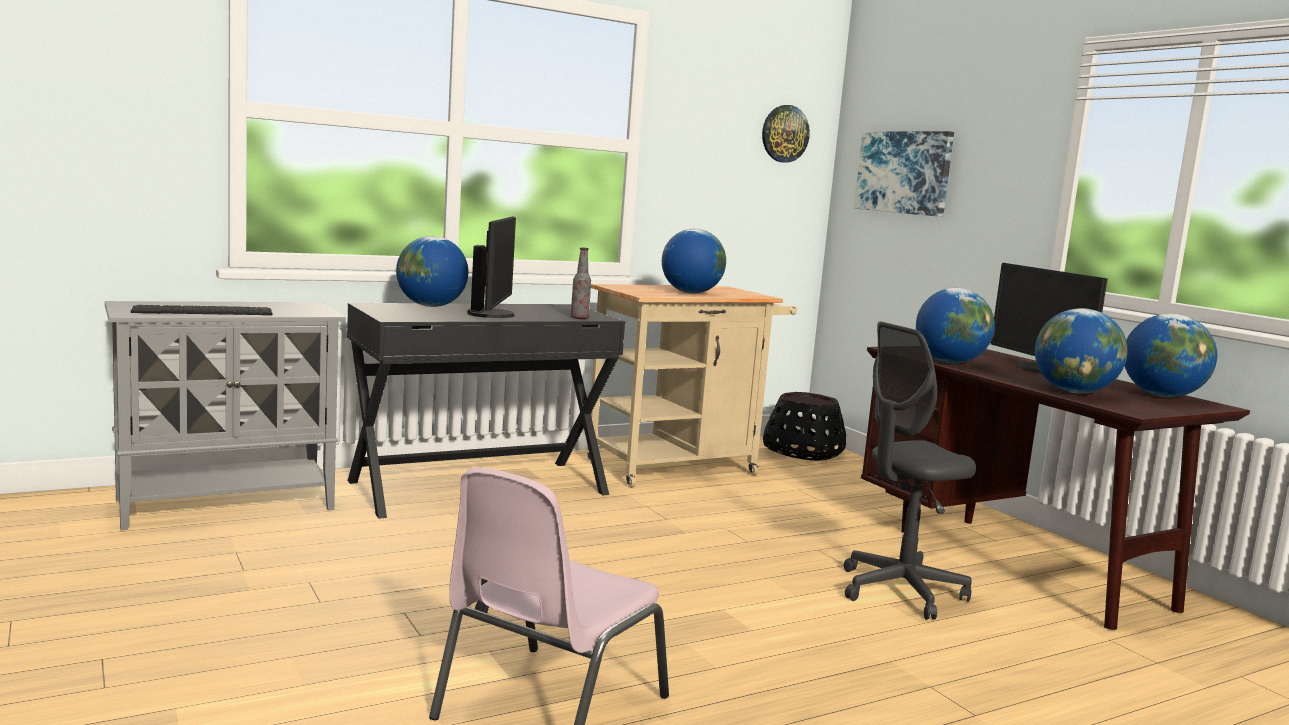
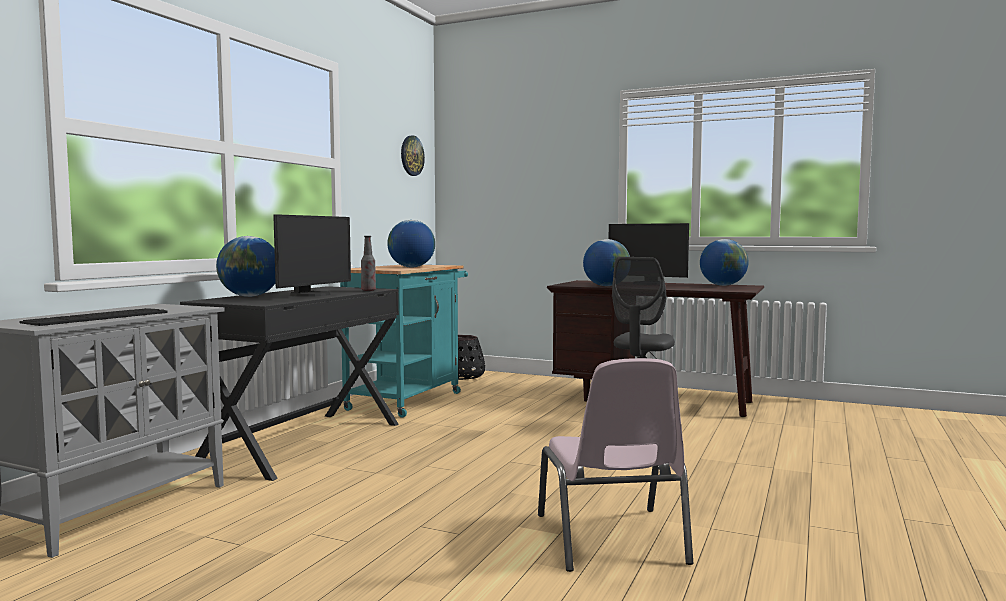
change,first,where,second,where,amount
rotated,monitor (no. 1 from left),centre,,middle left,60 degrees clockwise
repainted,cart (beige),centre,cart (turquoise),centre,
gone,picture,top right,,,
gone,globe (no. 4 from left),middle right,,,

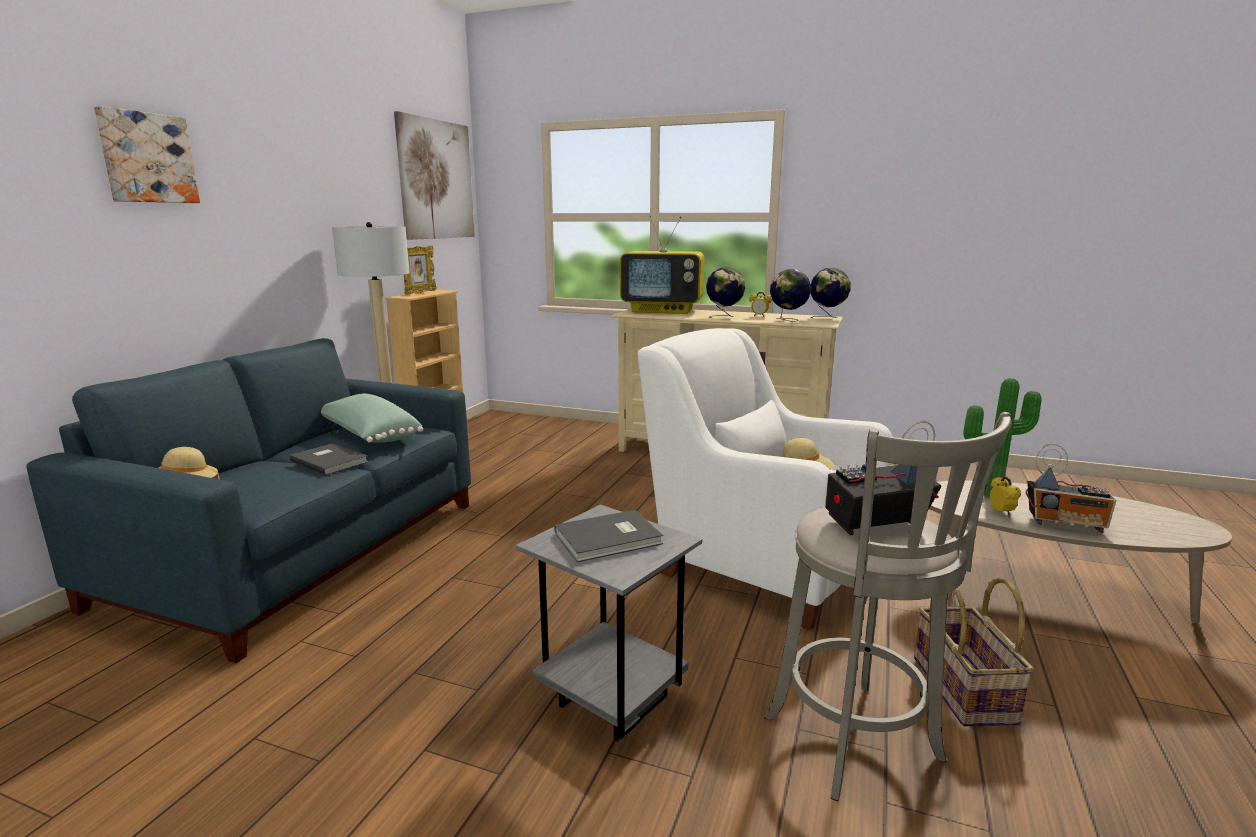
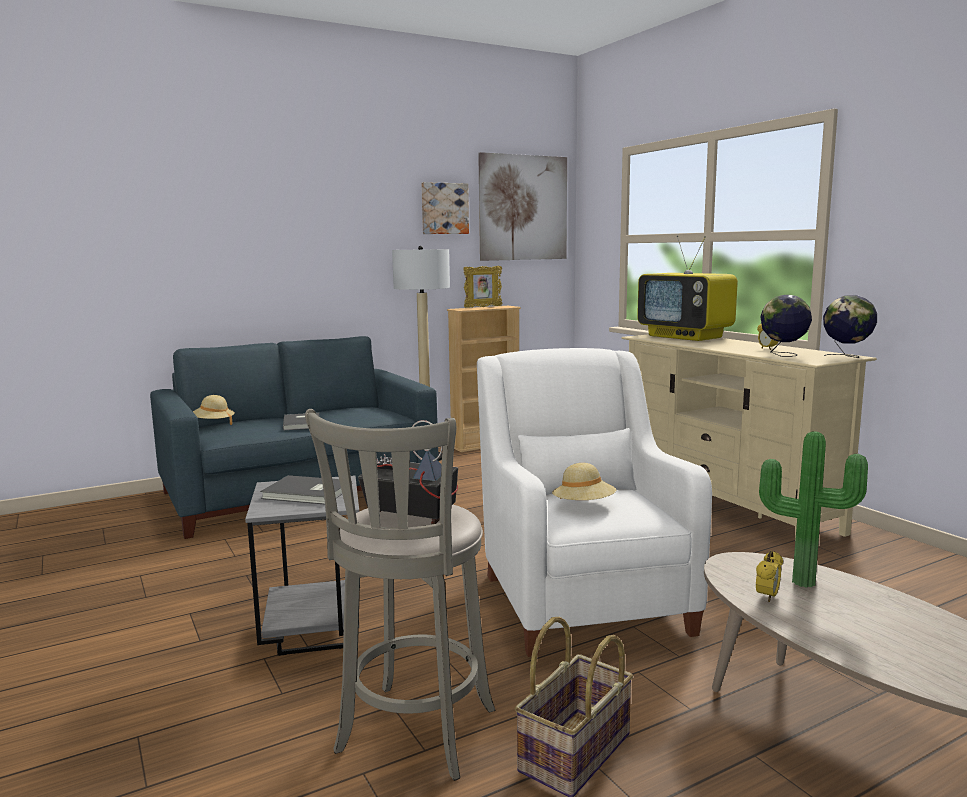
change,first,where,second,where,amount
shifted,picture (no. 1 from left),top left,,top centre,
gone,pillow (green),middle left,,,
gone,globe (no. 1 from left),centre,,,
gone,radio (no. 2 from left),middle right,,,

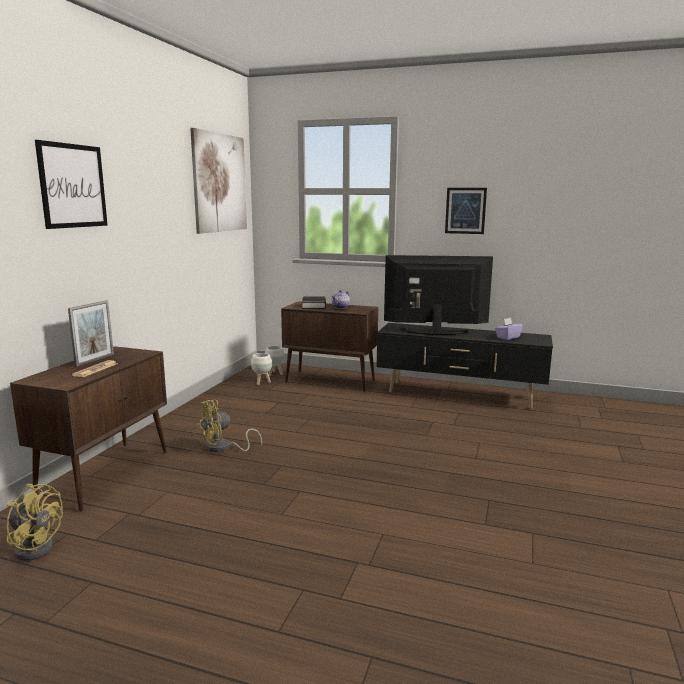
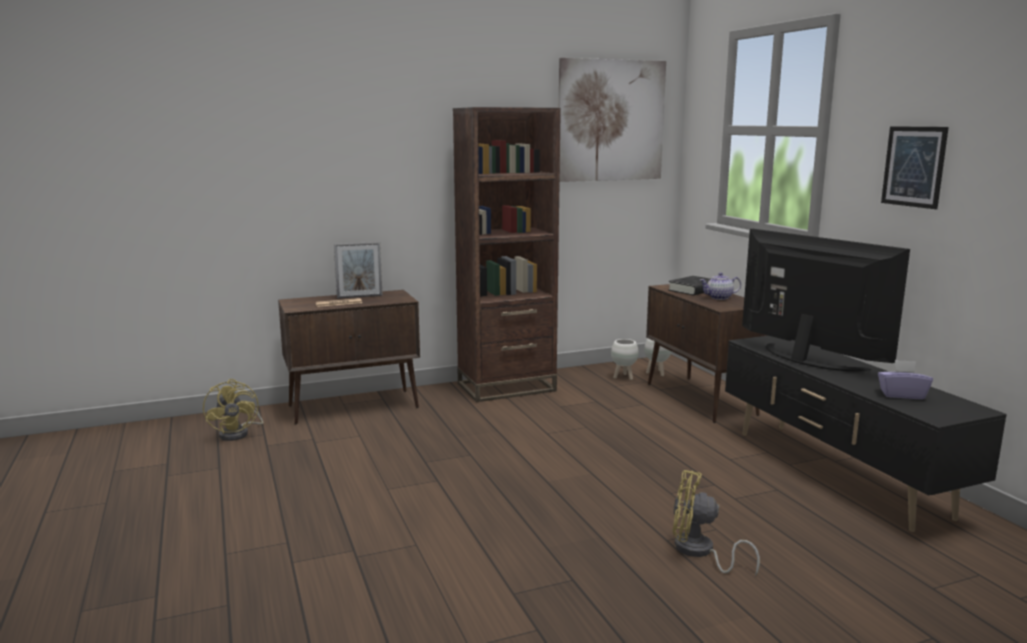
change,first,where,second,where,amount
gone,picture (no. 1 from left),top left,,,
shifted,fan (yellow) (no. 2 from left),centre,,bottom right,
new,,,bookcase (brown),centre,

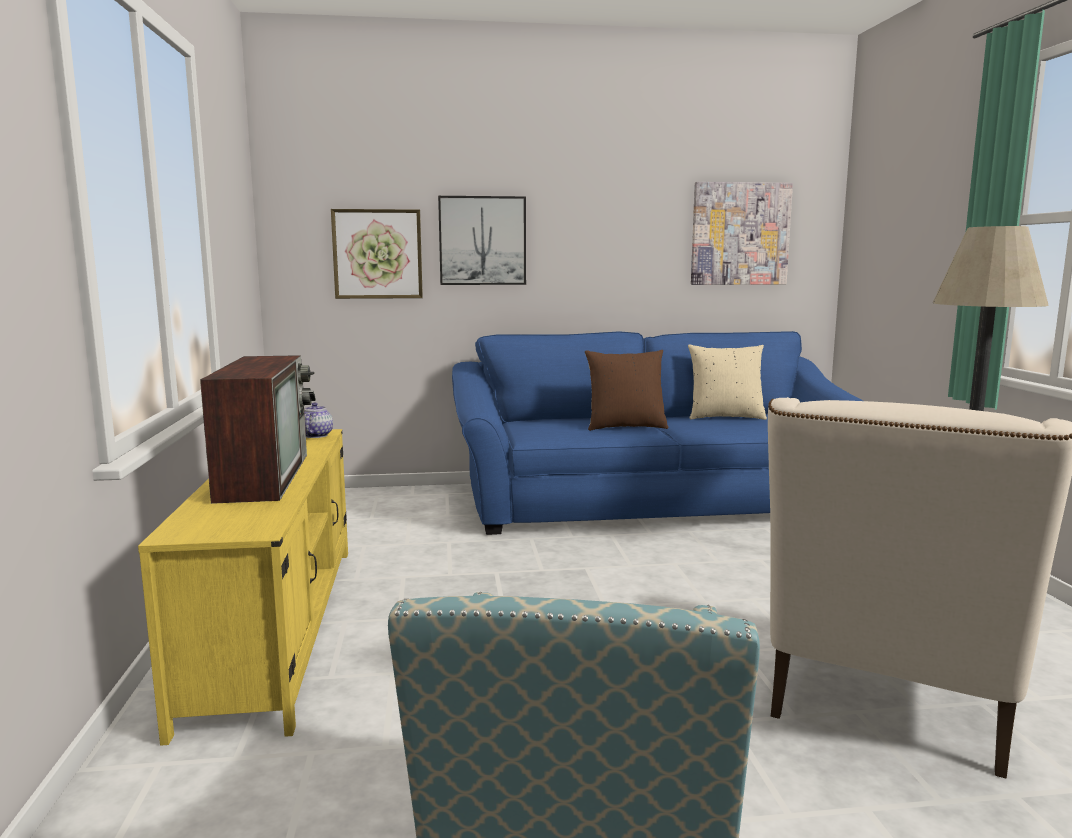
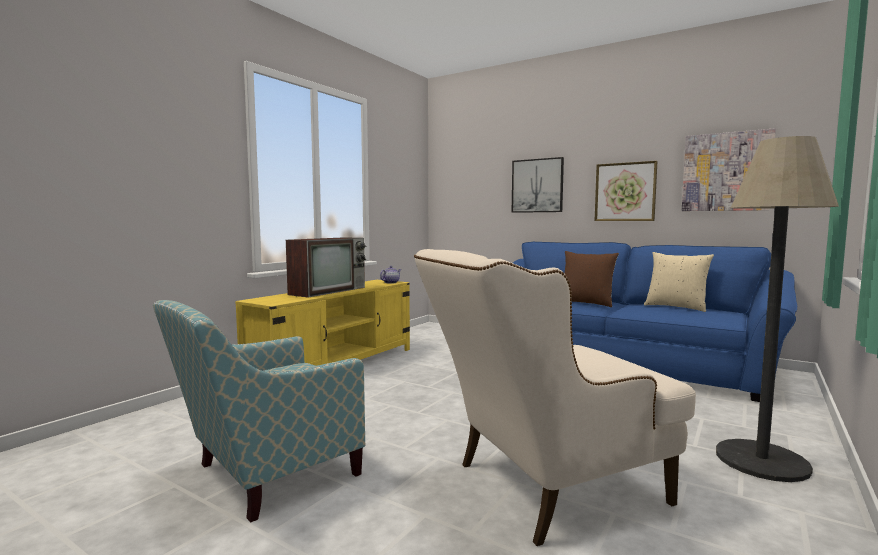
change,first,where,second,where,amount
shifted,picture (no. 1 from left in the first image),top centre,picture (no. 2 from left),middle right,

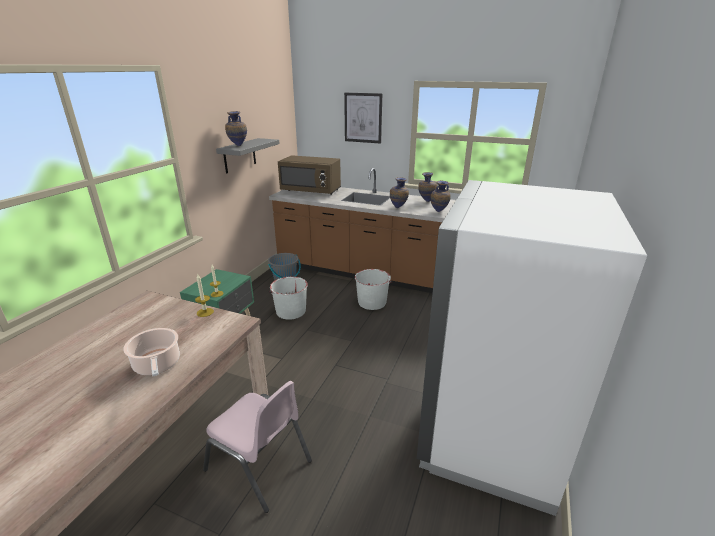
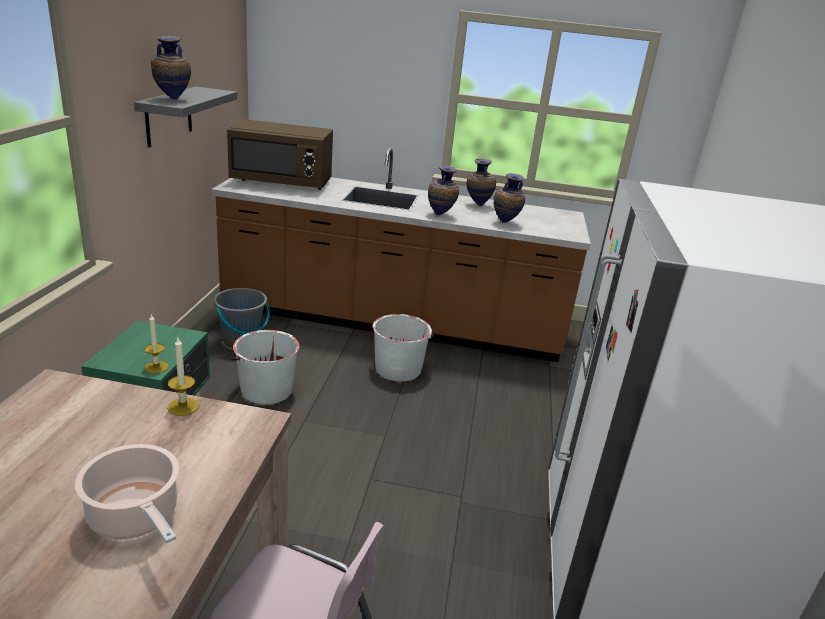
change,first,where,second,where,amount
gone,picture,top centre,,,

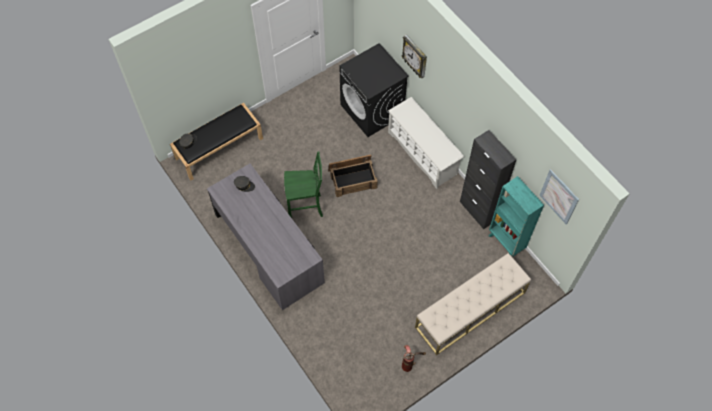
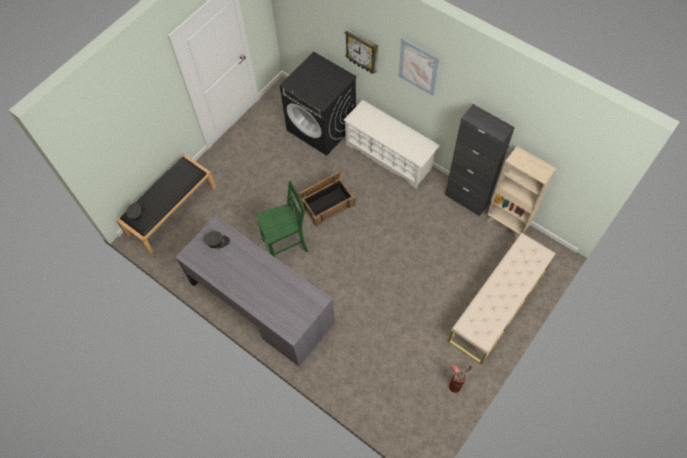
change,first,where,second,where,amount
repainted,bookcase (turquoise),middle right,bookcase (beige),middle right,
shifted,picture,middle right,,top centre,

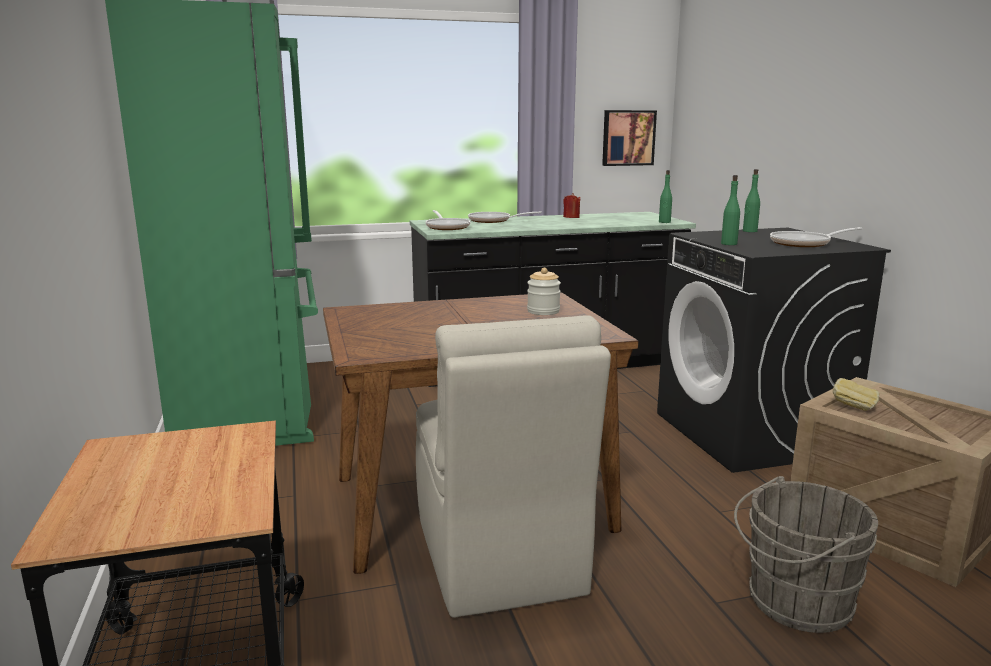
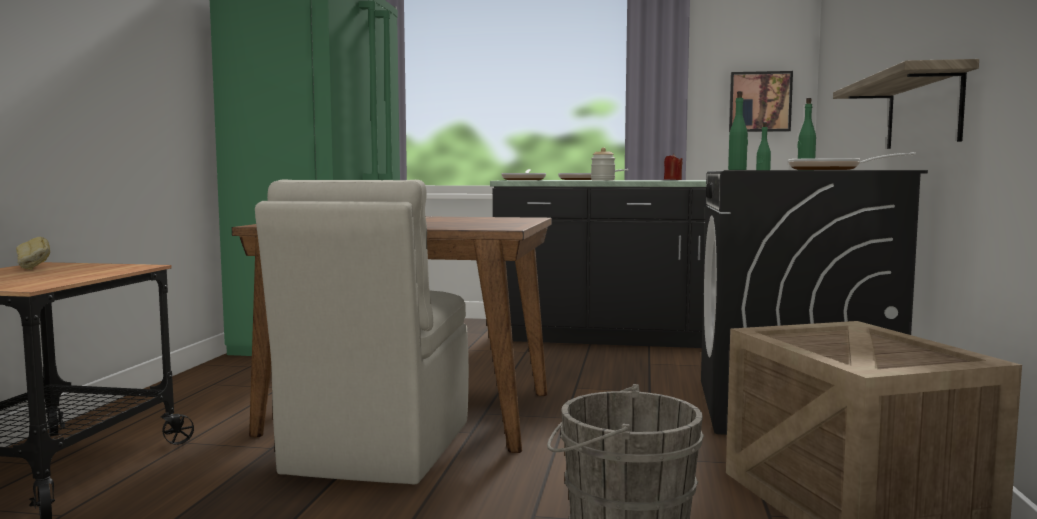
change,first,where,second,where,amount
shifted,jar,centre,,top centre,
shifted,bread,middle right,,middle left,
new,,,shelf,top right,

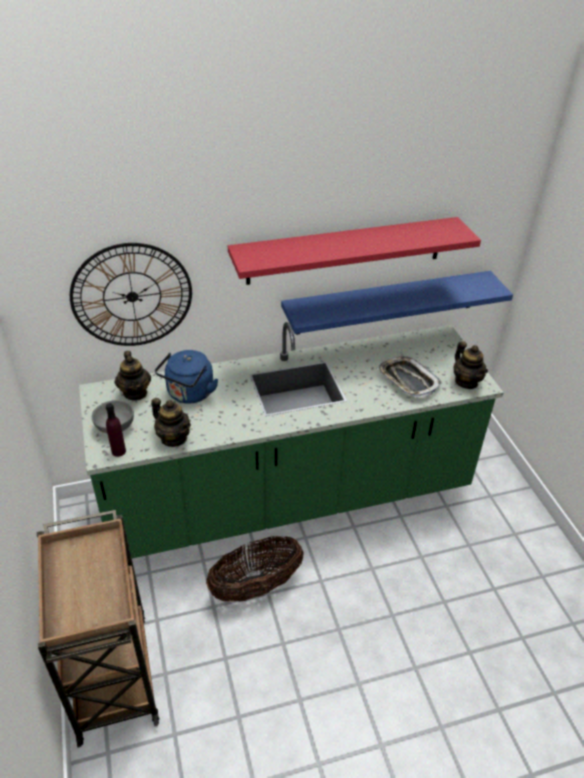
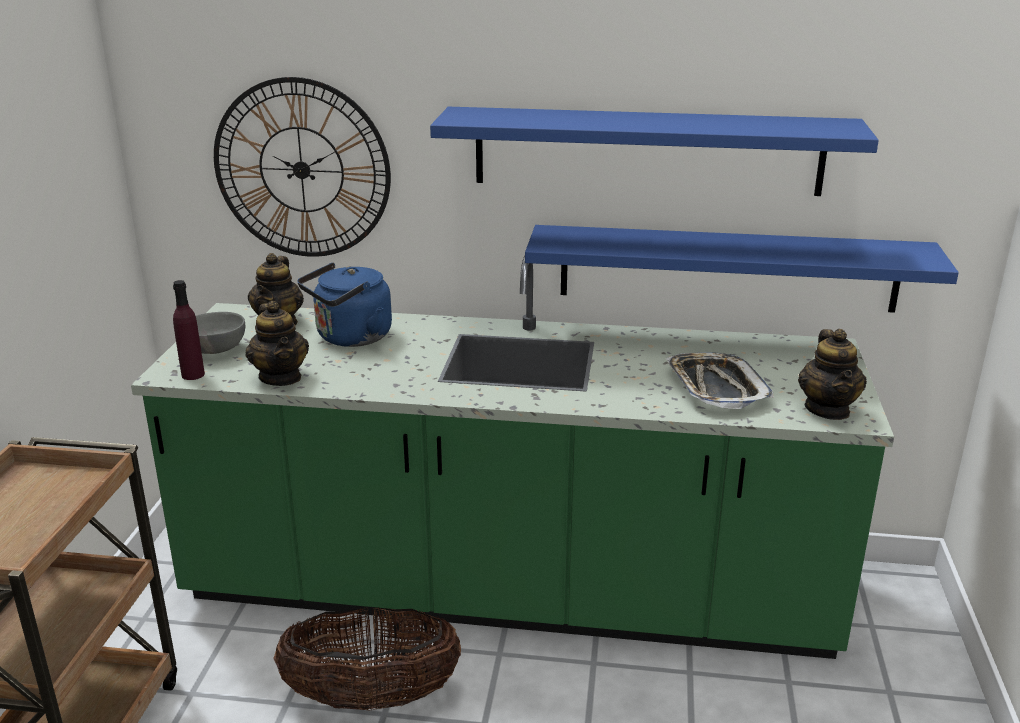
change,first,where,second,where,amount
repainted,shelf (red),top centre,shelf (blue) (no. 1 from left),top centre,

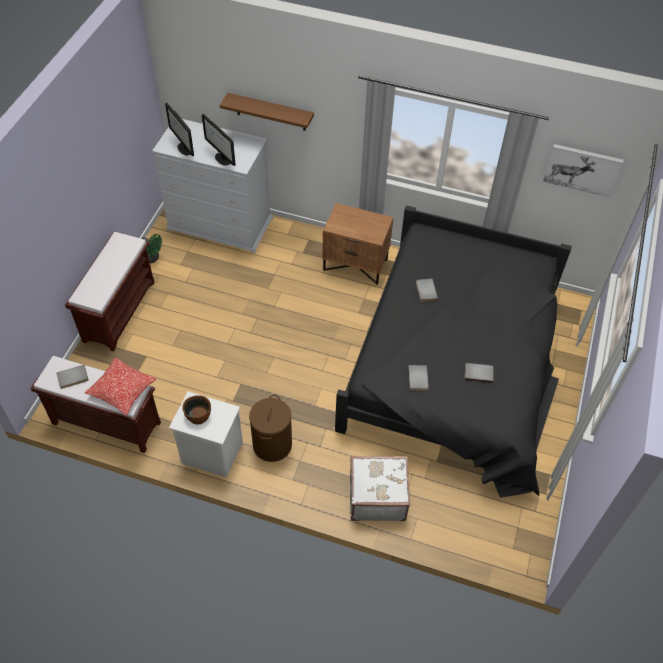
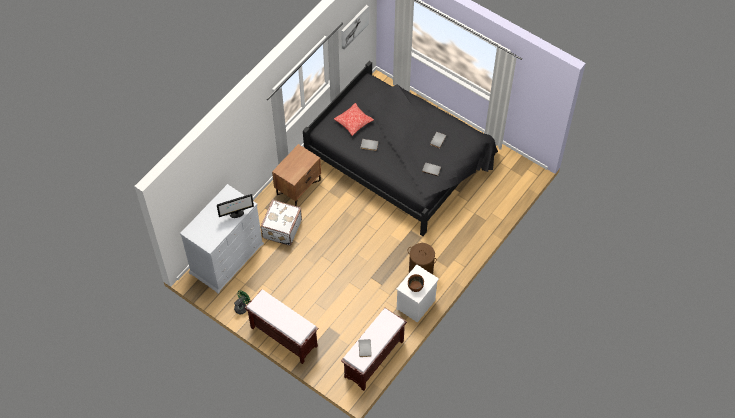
change,first,where,second,where,amount
shifted,pillow,middle left,,top centre,
gone,monitor (no. 1 from left),top left,,,
gone,shelf (brown),top centre,,,
shifted,suitcase (white),bottom centre,,centre,

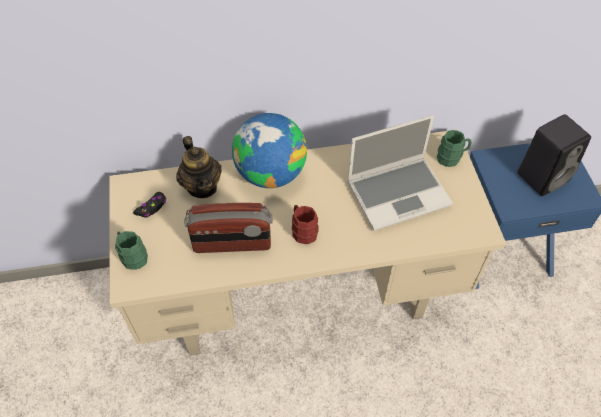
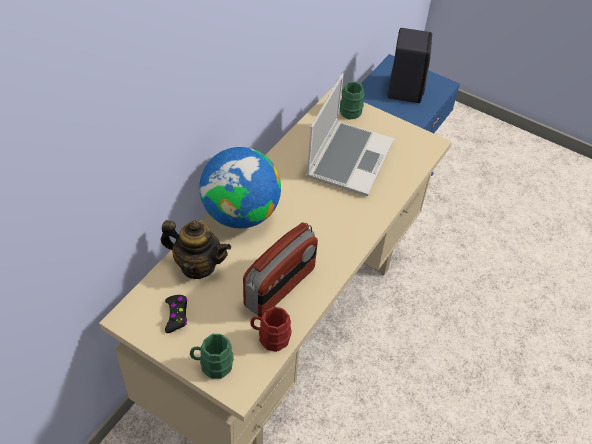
change,first,where,second,where,amount
shifted,mug (red),centre,,bottom centre,

